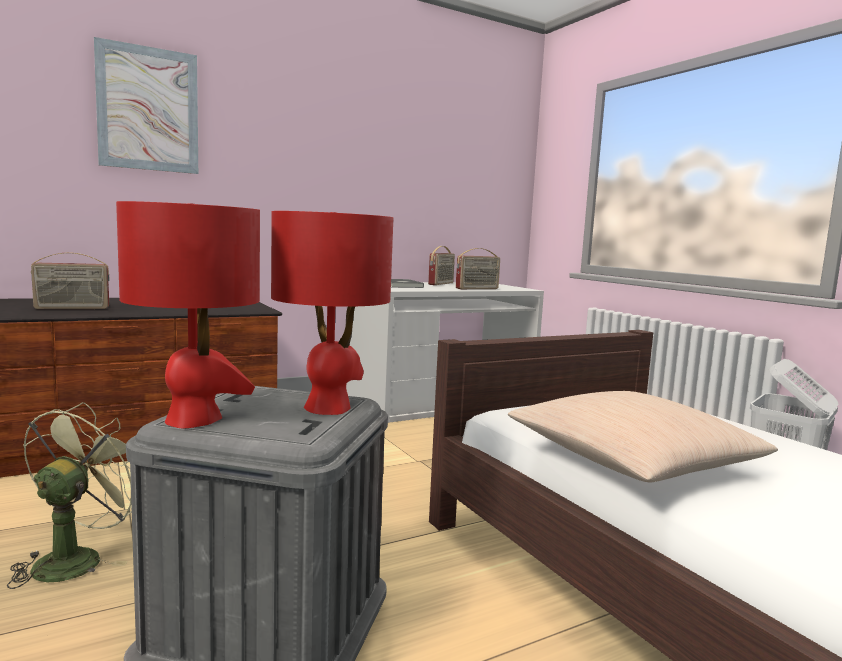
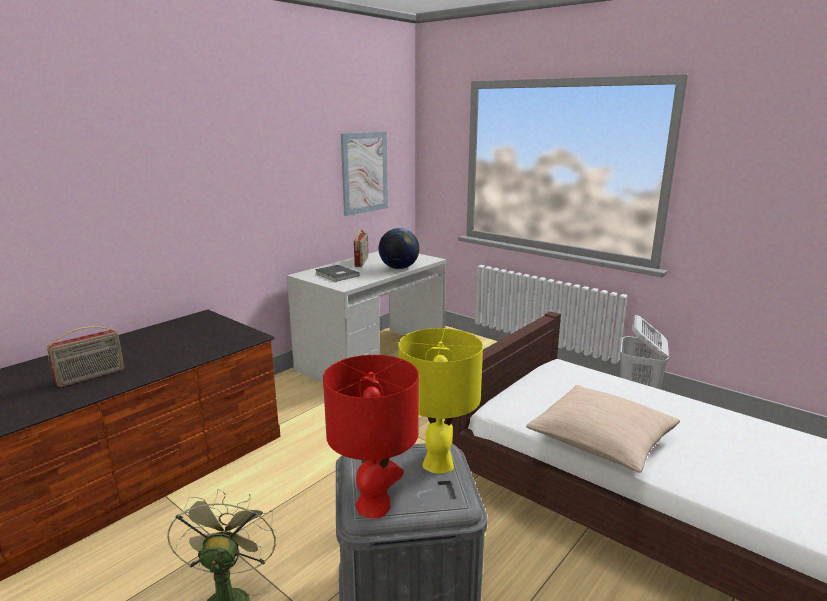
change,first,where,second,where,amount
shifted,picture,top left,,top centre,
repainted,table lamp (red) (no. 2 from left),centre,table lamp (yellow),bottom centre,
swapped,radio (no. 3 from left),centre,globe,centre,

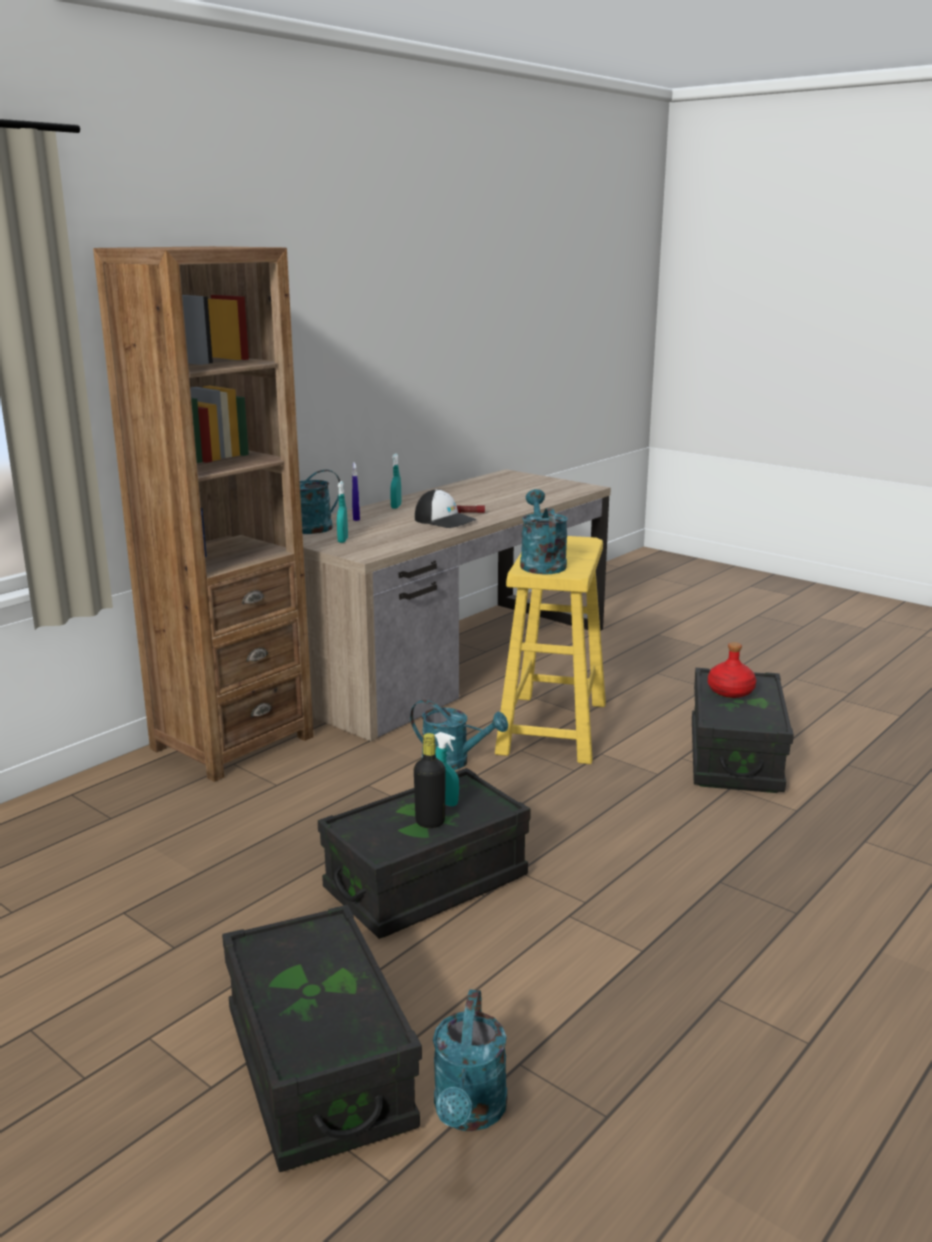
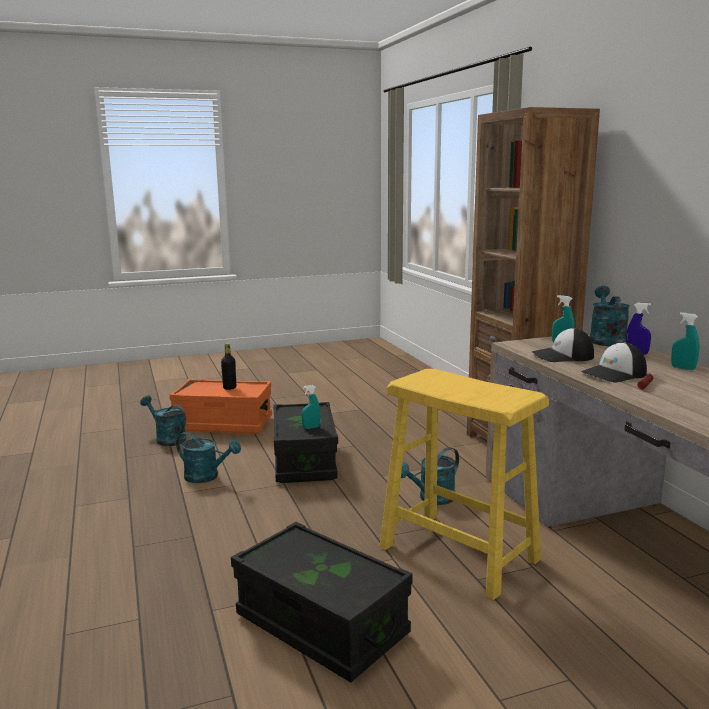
change,first,where,second,where,amount
repainted,storage box (black) (no. 1 from left),bottom centre,storage box (orange),middle left,
shifted,bottle (black),centre,,middle left,
shifted,watering can (turquoise) (no. 4 from left in the first image),centre,watering can (turquoise) (no. 2 from left),middle left,
gone,bottle (red),middle right,,,
new,,,cap (no. 1 from left),middle right,

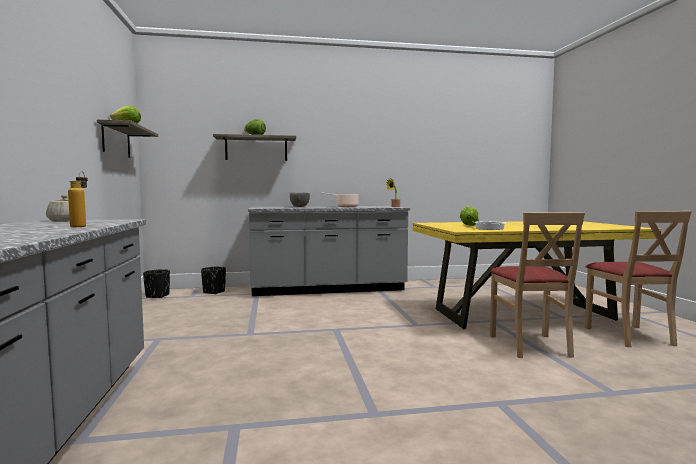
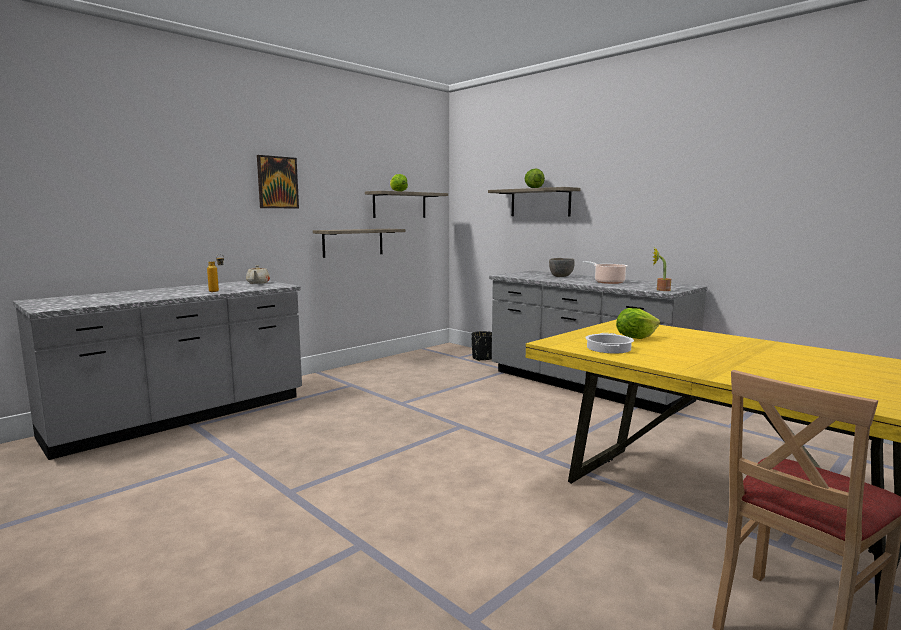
change,first,where,second,where,amount
gone,planter (black) (no. 1 from left),middle left,,,
gone,chair (beige) (no. 1 from left),middle right,,,
new,,,picture,top left,
new,,,shelf (no. 1 from left),centre,

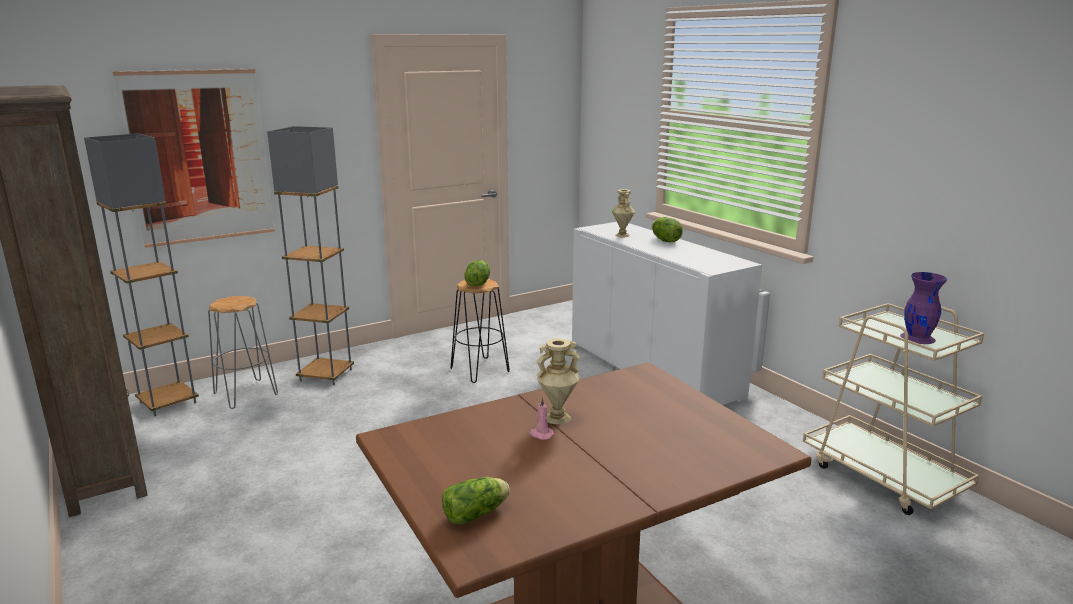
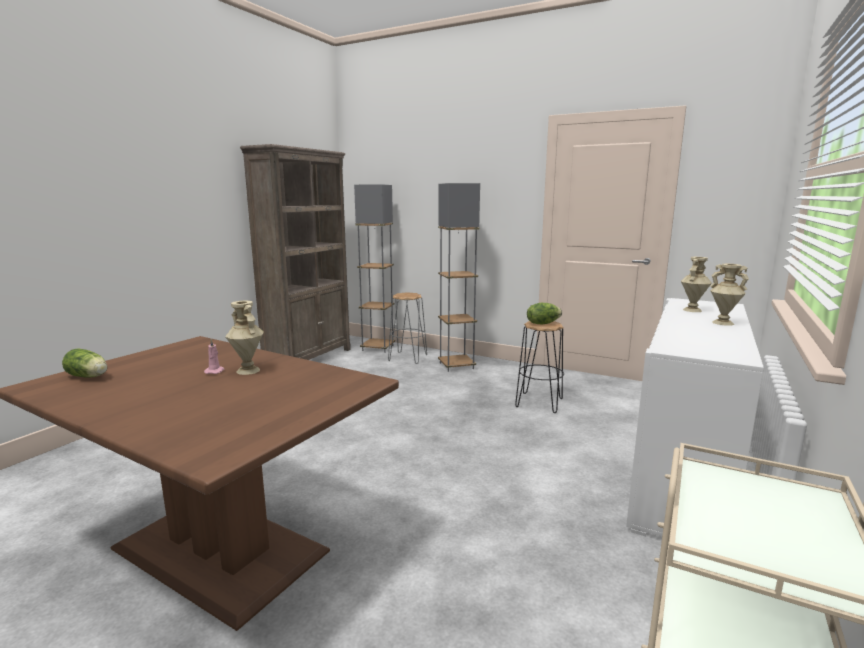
change,first,where,second,where,amount
gone,picture,top left,,,
swapped,lettuce (no. 3 from left),centre,vase (beige) (no. 3 from left),middle right,
gone,vase (purple),middle right,,,

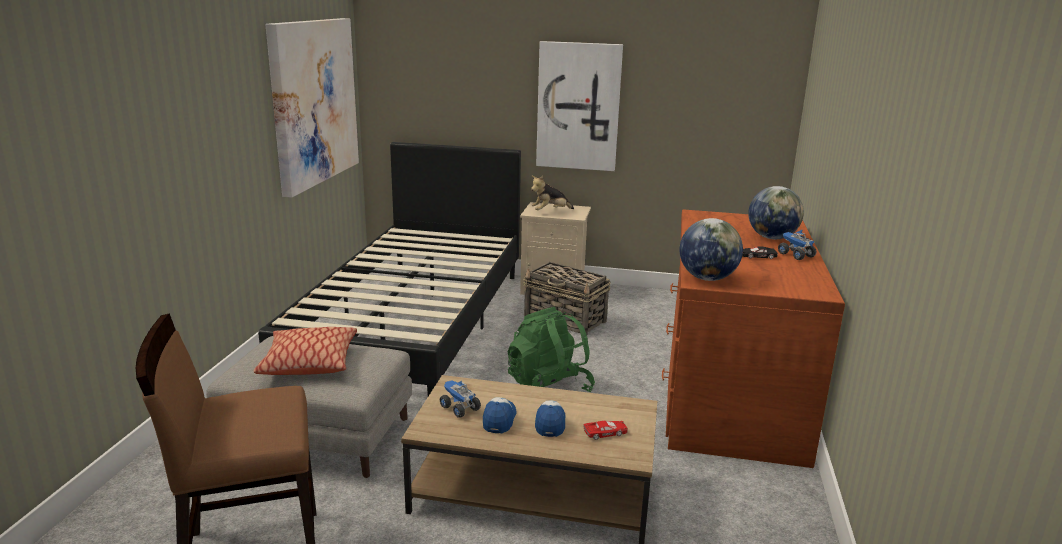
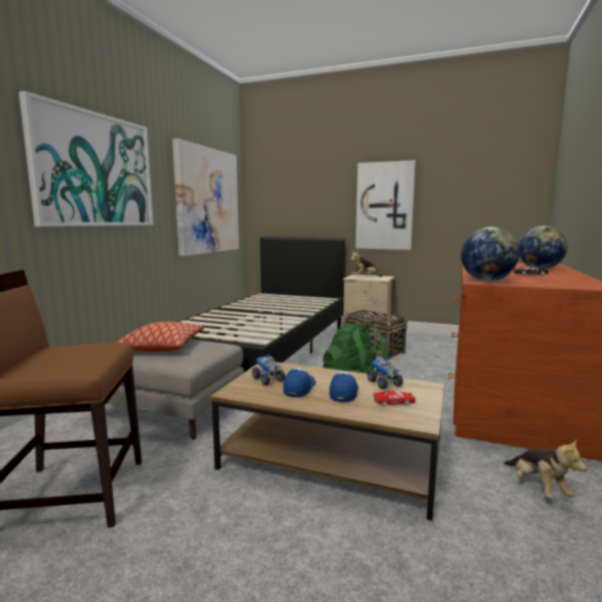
change,first,where,second,where,amount
shifted,toy truck (no. 2 from left),middle right,,centre,
new,,,picture (no. 1 from left),top left,
new,,,plush toy (no. 2 from left),bottom right,

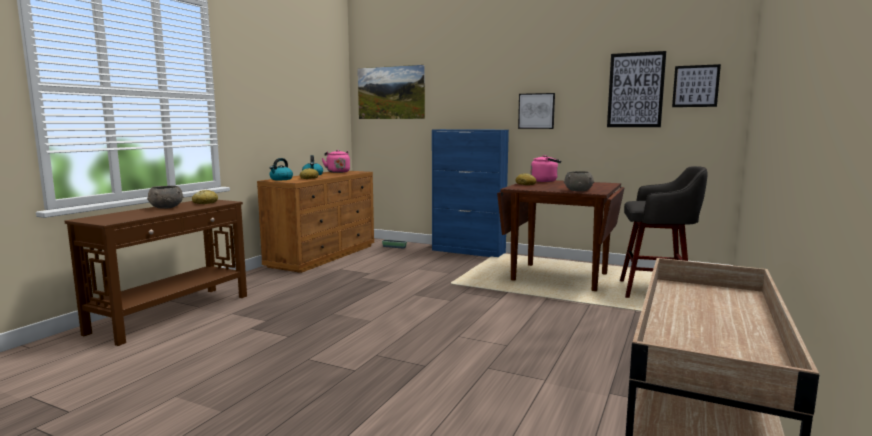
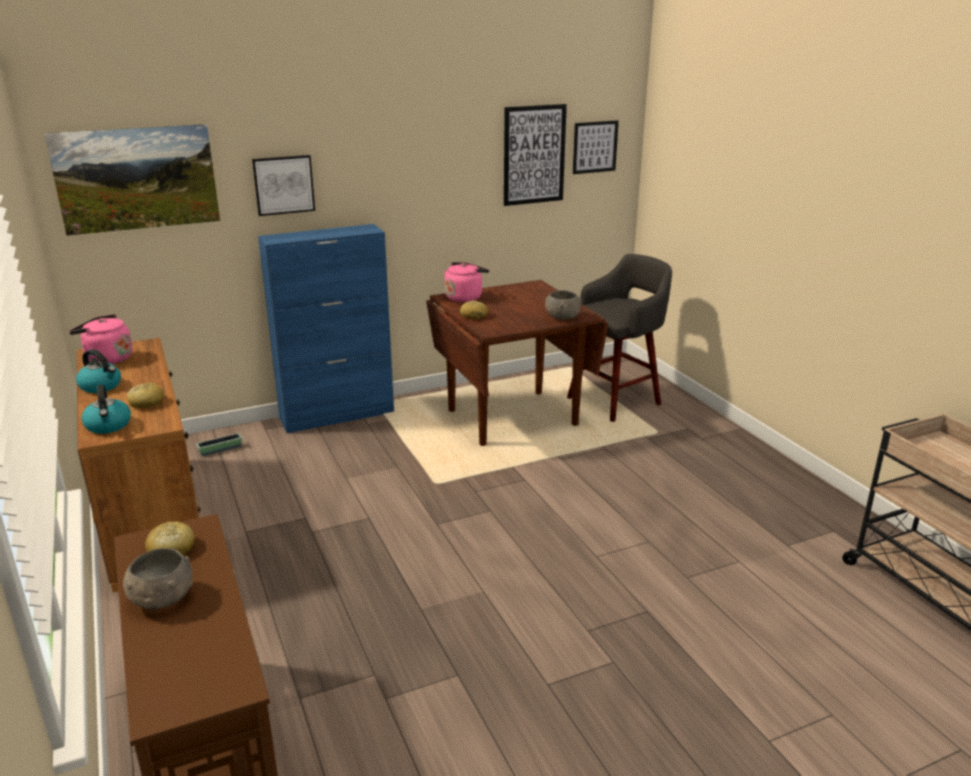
change,first,where,second,where,amount
shifted,picture (no. 2 from left),top centre,,top left,

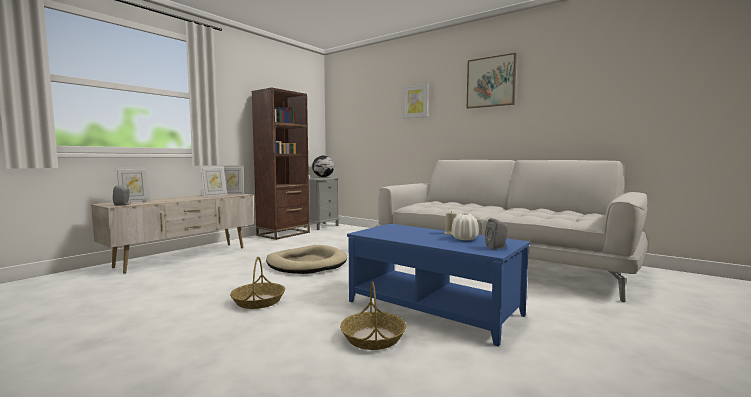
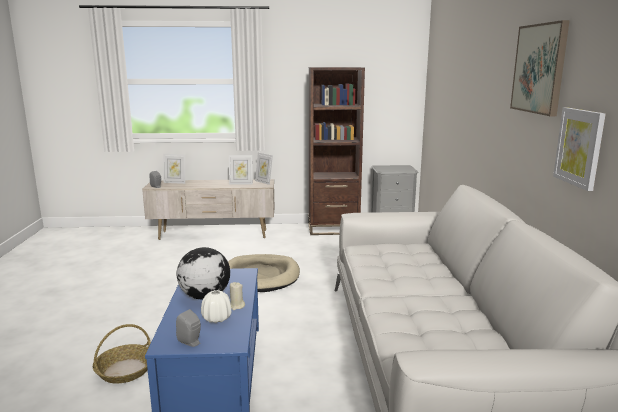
change,first,where,second,where,amount
gone,basket (no. 1 from left),bottom centre,,,
shifted,globe,centre,,middle left,
shifted,picture (no. 1 from left in the first image),top centre,picture (no. 2 from left),middle right,

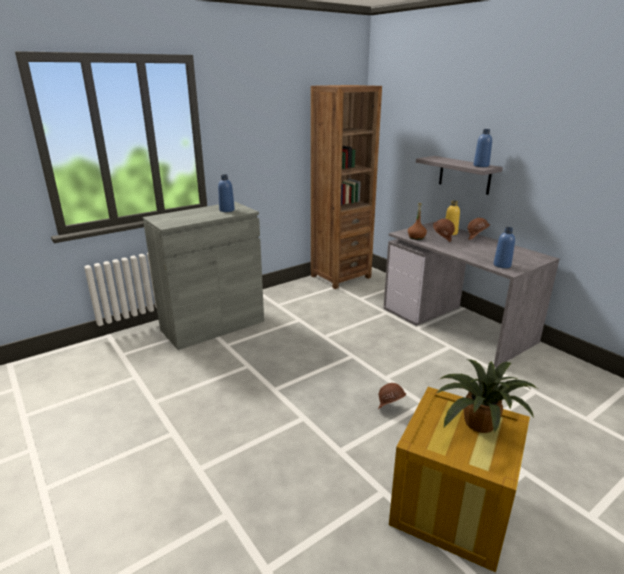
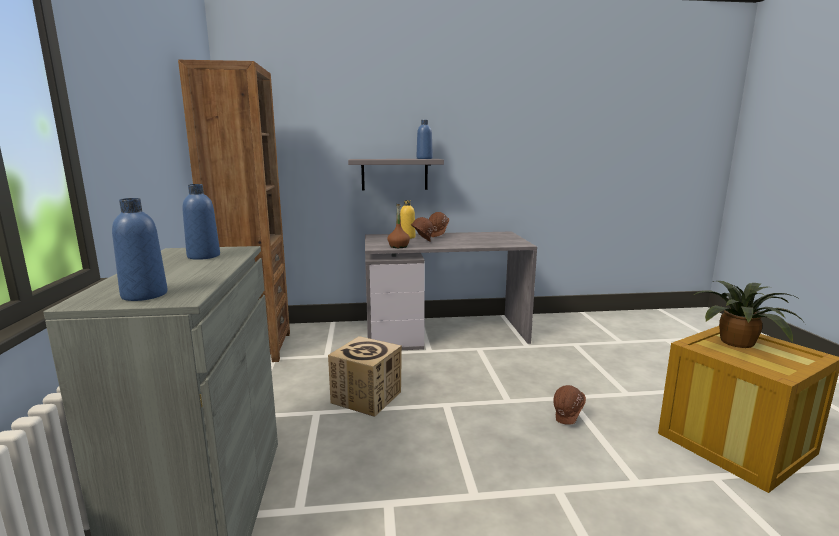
change,first,where,second,where,amount
shifted,bottle (blue) (no. 3 from left in the first image),middle right,bottle (blue) (no. 1 from left),middle left,
new,,,cardboard box,bottom centre,

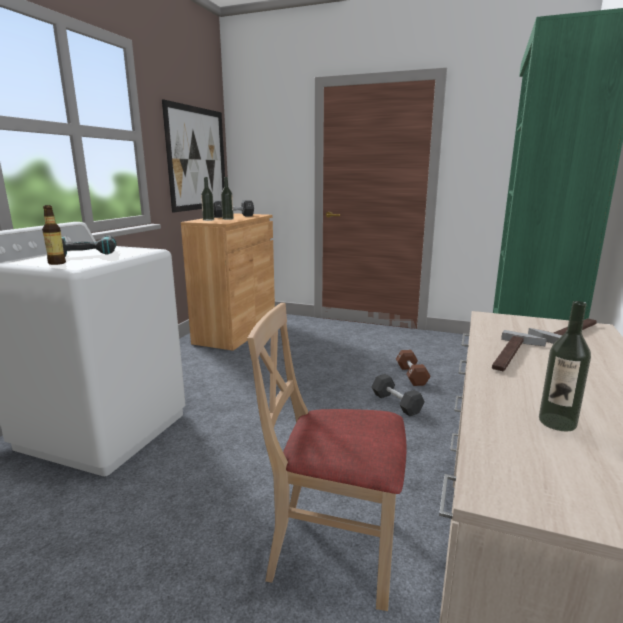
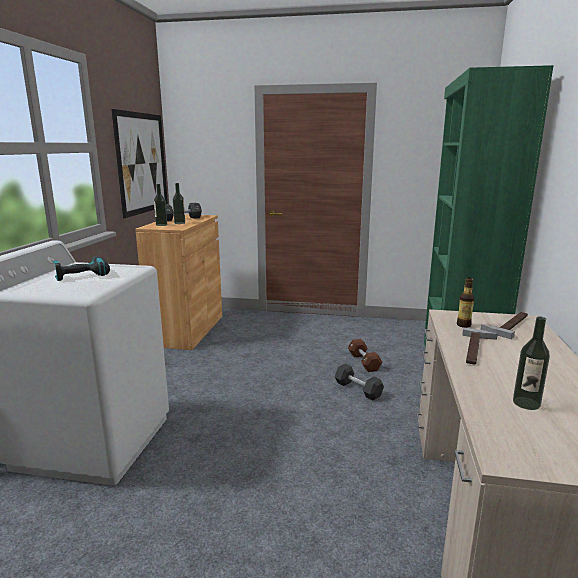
change,first,where,second,where,amount
shifted,bottle (no. 1 from left in the first image),middle left,bottle (no. 3 from left),middle right,
gone,chair (beige),bottom centre,,,

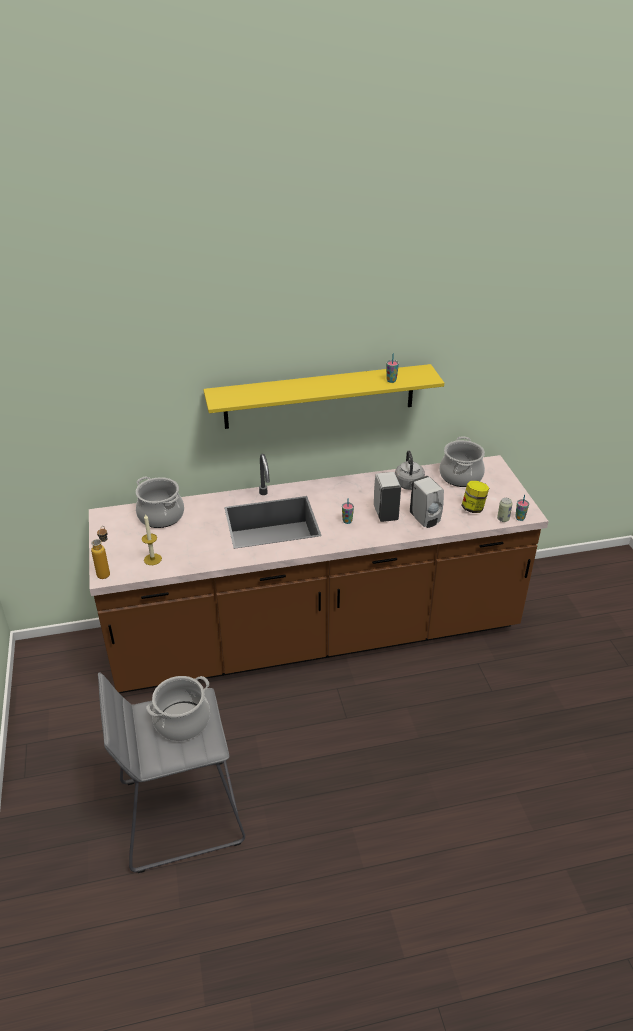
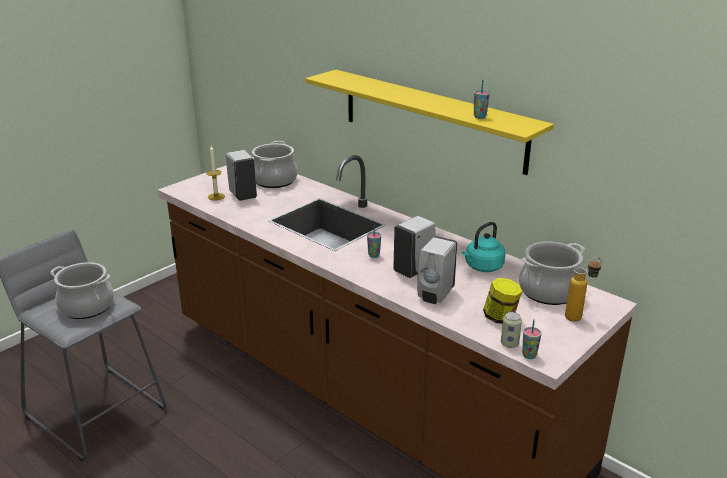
change,first,where,second,where,amount
shifted,bottle,middle left,,middle right,
repainted,kettle (grey),centre,kettle (turquoise),centre,
new,,,soap dispenser (white) (no. 1 from left),middle left,

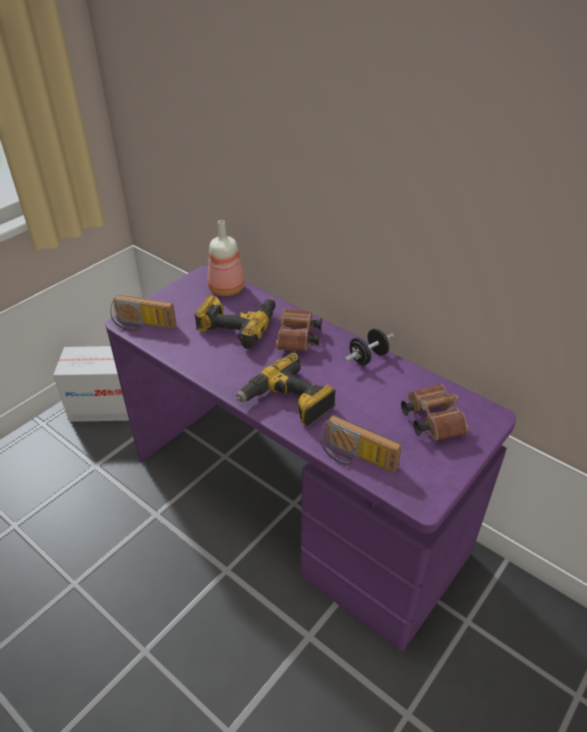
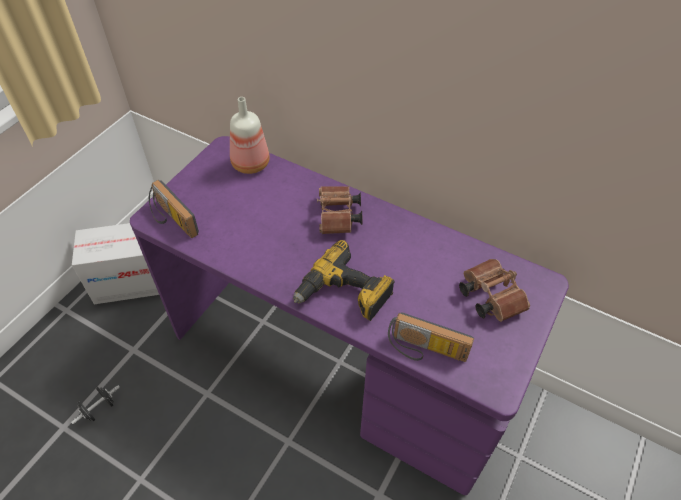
change,first,where,second,where,amount
rotated,radio (no. 1 from left),middle left,,middle left,45 degrees clockwise
gone,power drill (no. 1 from left),centre,,,
shifted,dumbbell (black),centre,,bottom left,

